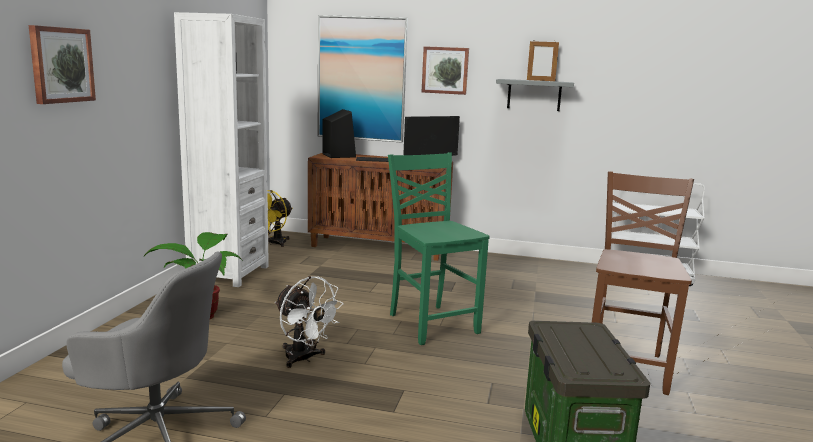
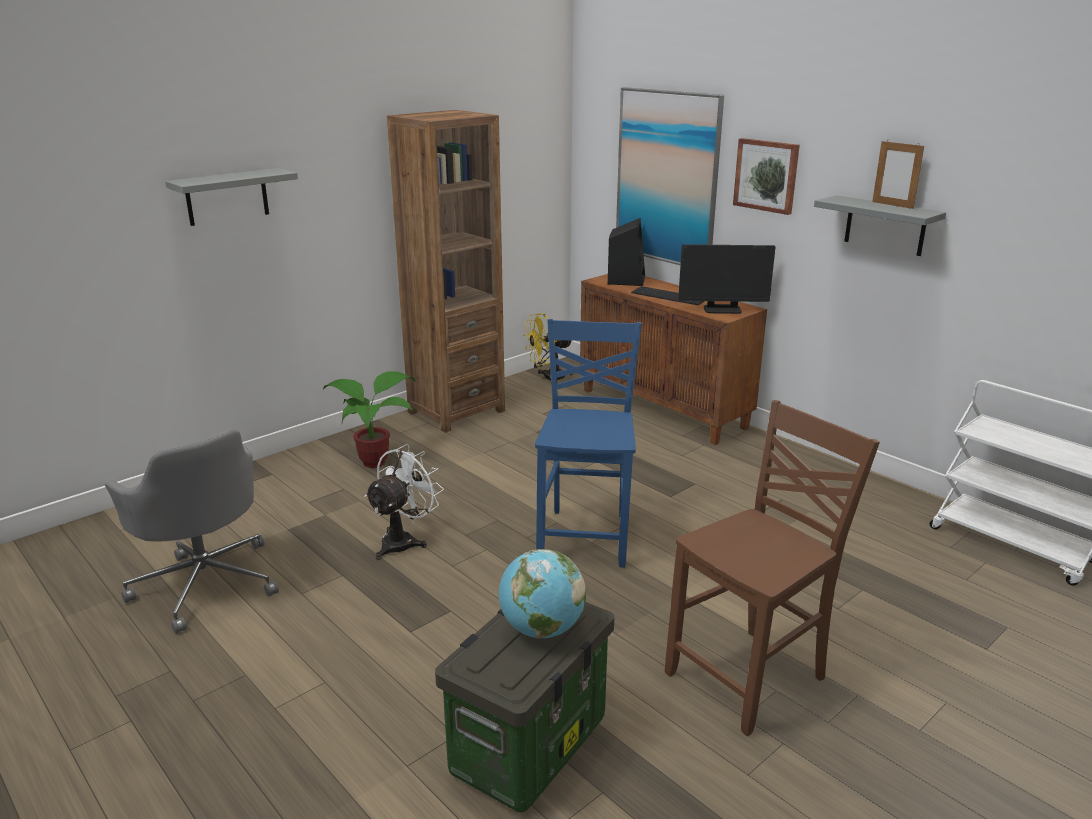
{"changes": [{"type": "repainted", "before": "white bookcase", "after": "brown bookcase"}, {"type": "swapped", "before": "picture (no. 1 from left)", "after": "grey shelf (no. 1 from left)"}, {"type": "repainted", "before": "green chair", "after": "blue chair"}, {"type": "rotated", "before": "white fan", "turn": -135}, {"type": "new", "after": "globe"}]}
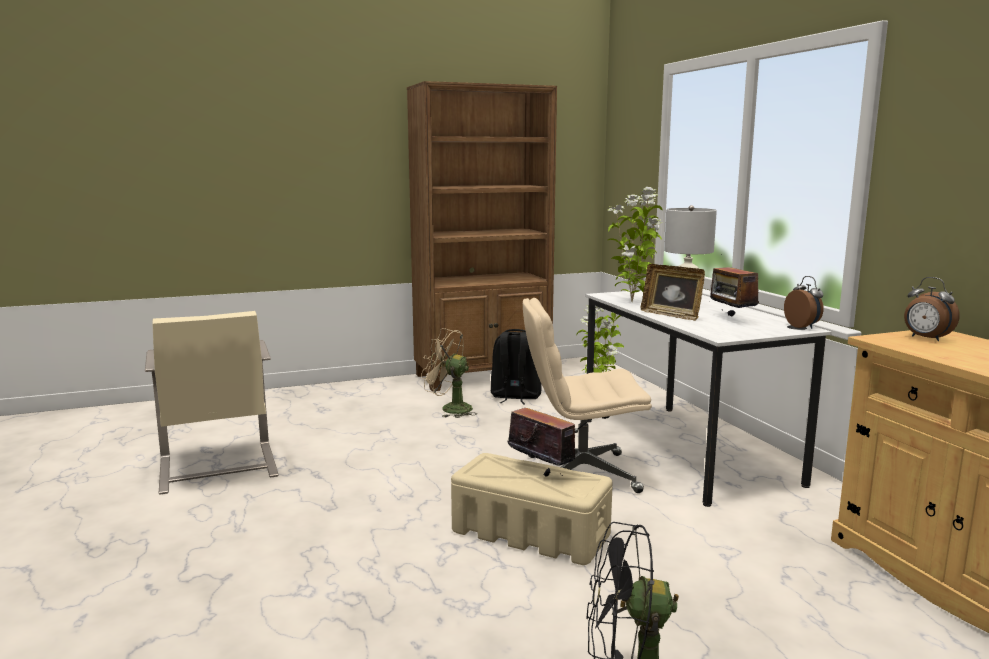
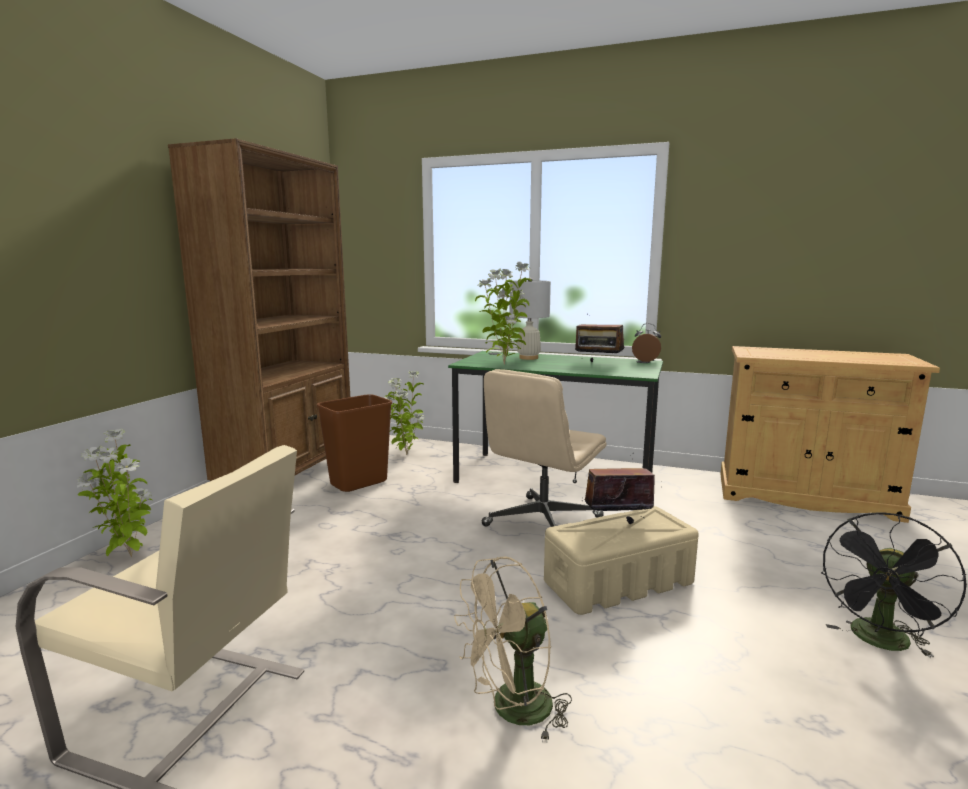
{"changes": [{"type": "gone", "before": "picture frame"}, {"type": "gone", "before": "alarm clock (no. 2 from left)"}, {"type": "repainted", "before": "white desk", "after": "green desk"}, {"type": "shifted", "before": "beige fan"}, {"type": "swapped", "before": "black backpack", "after": "brown trash can"}, {"type": "new", "after": "potted plant (no. 1 from left)"}]}
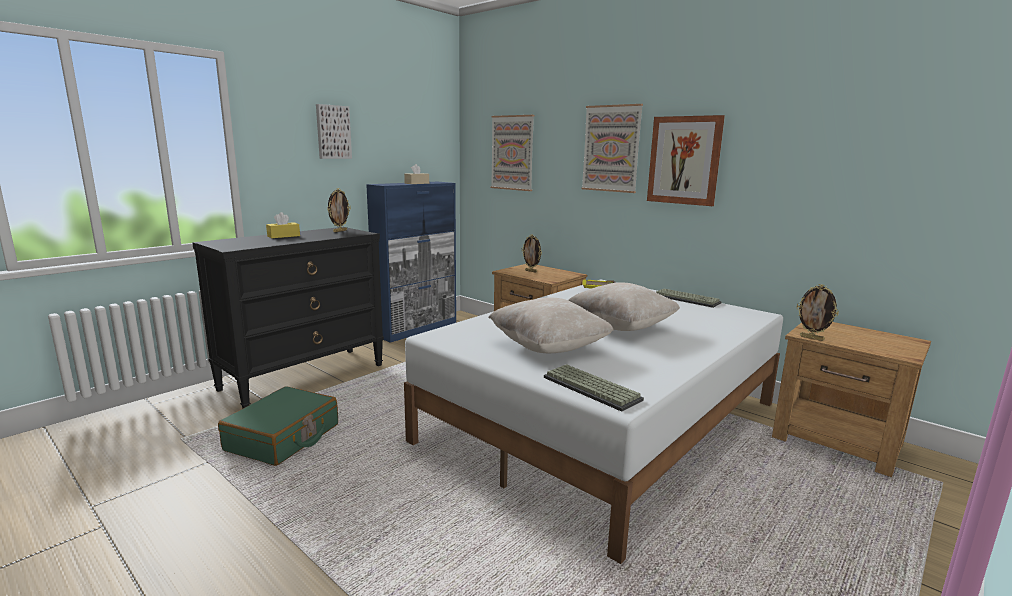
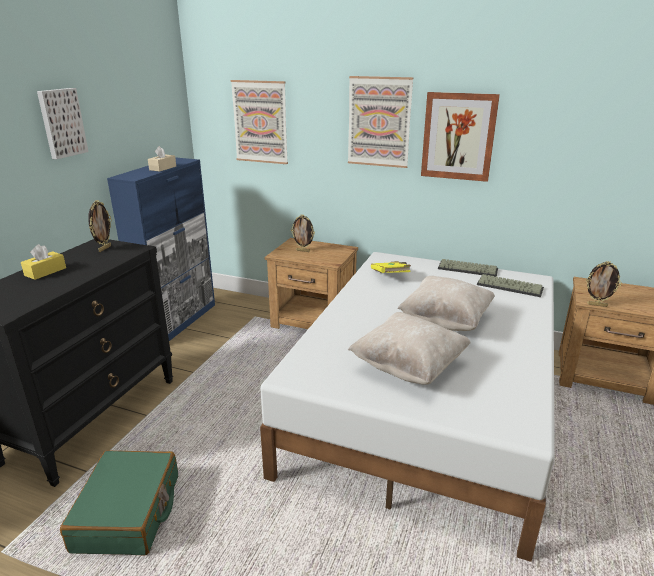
{"changes": [{"type": "shifted", "before": "keyboard (no. 1 from left in the first image)", "after": "keyboard (no. 2 from left)"}]}
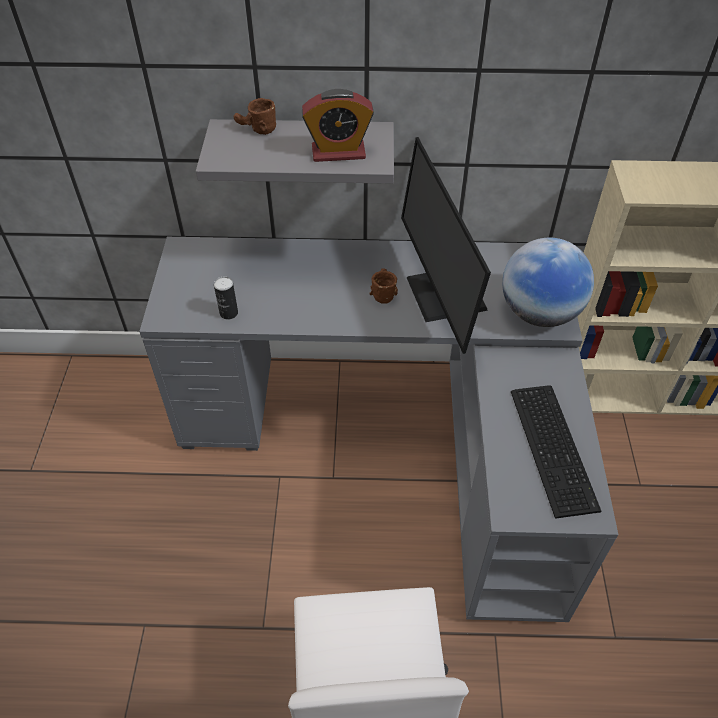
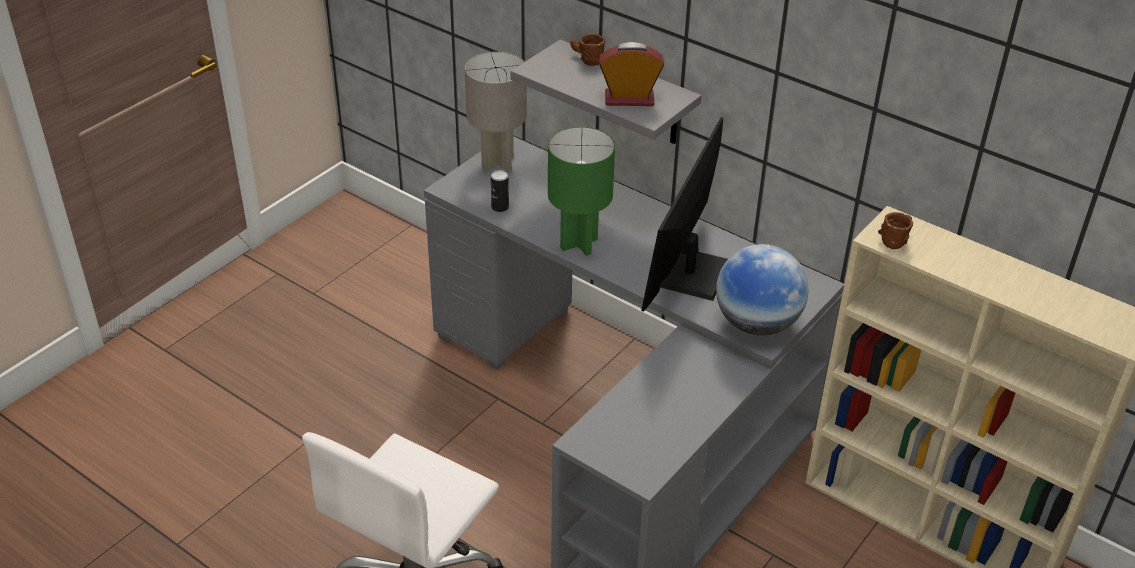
{"changes": [{"type": "rotated", "before": "alarm clock", "turn": 150}, {"type": "shifted", "before": "brown mug (no. 2 from left)"}, {"type": "gone", "before": "keyboard"}, {"type": "new", "after": "grey table lamp"}, {"type": "new", "after": "green table lamp"}]}
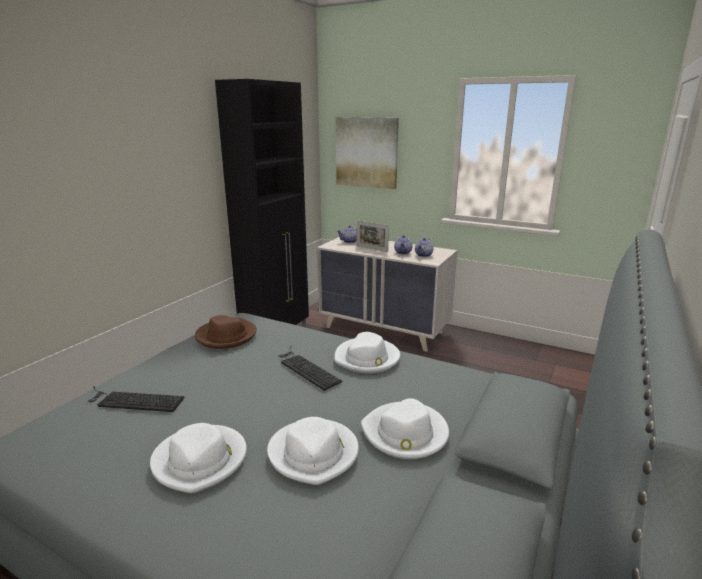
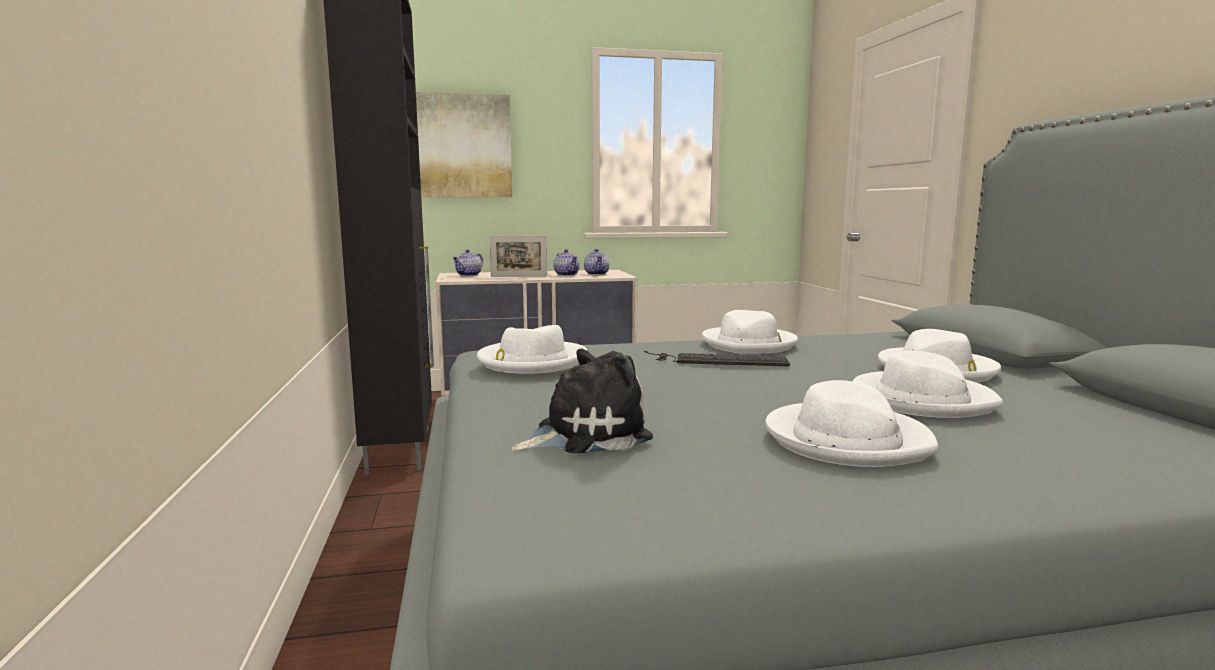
{"changes": [{"type": "repainted", "before": "brown hat", "after": "white hat (no. 1 from left)"}, {"type": "swapped", "before": "keyboard (no. 1 from left)", "after": "plush toy"}]}
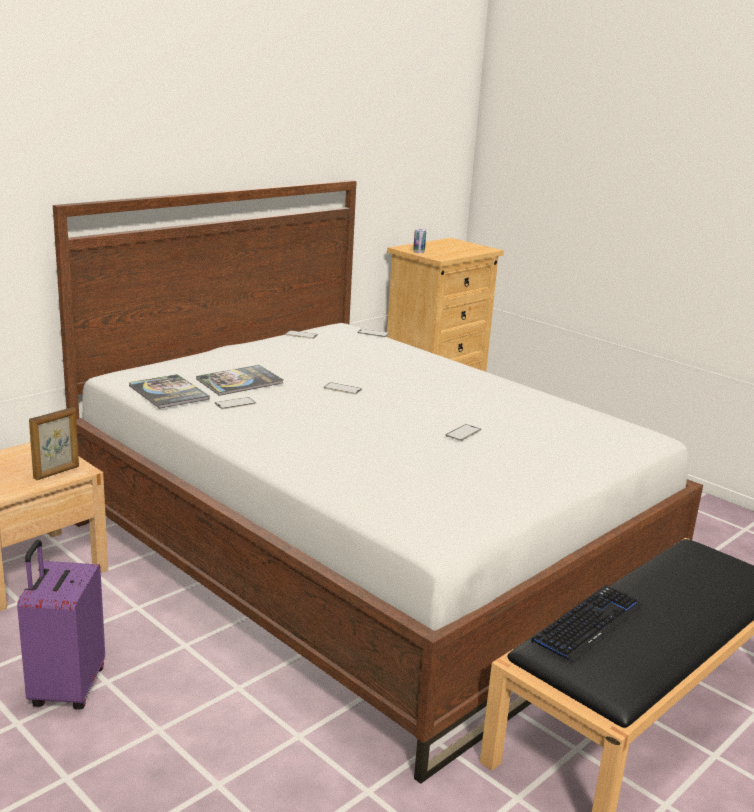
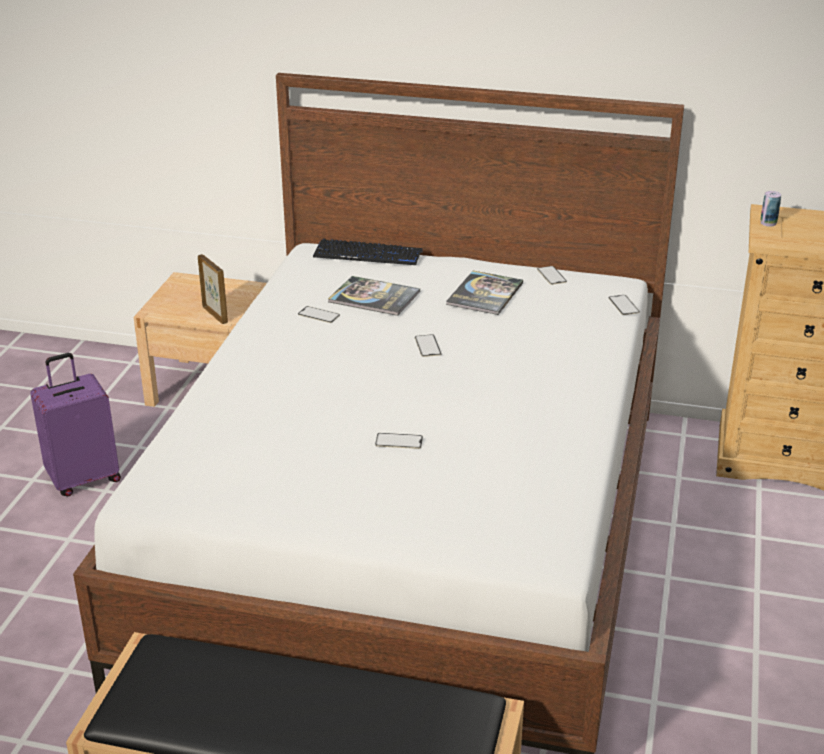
{"changes": [{"type": "shifted", "before": "book (no. 1 from left in the first image)", "after": "book (no. 2 from left)"}, {"type": "rotated", "before": "picture frame", "turn": -135}, {"type": "shifted", "before": "keyboard"}]}
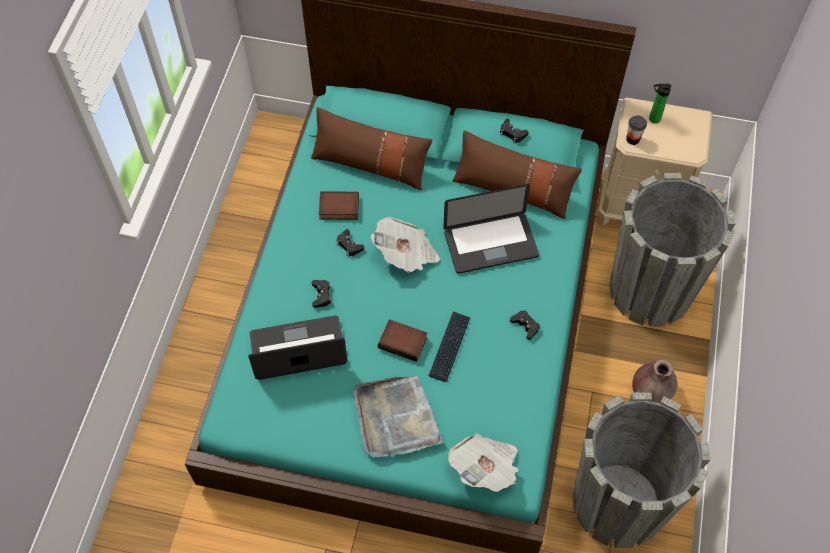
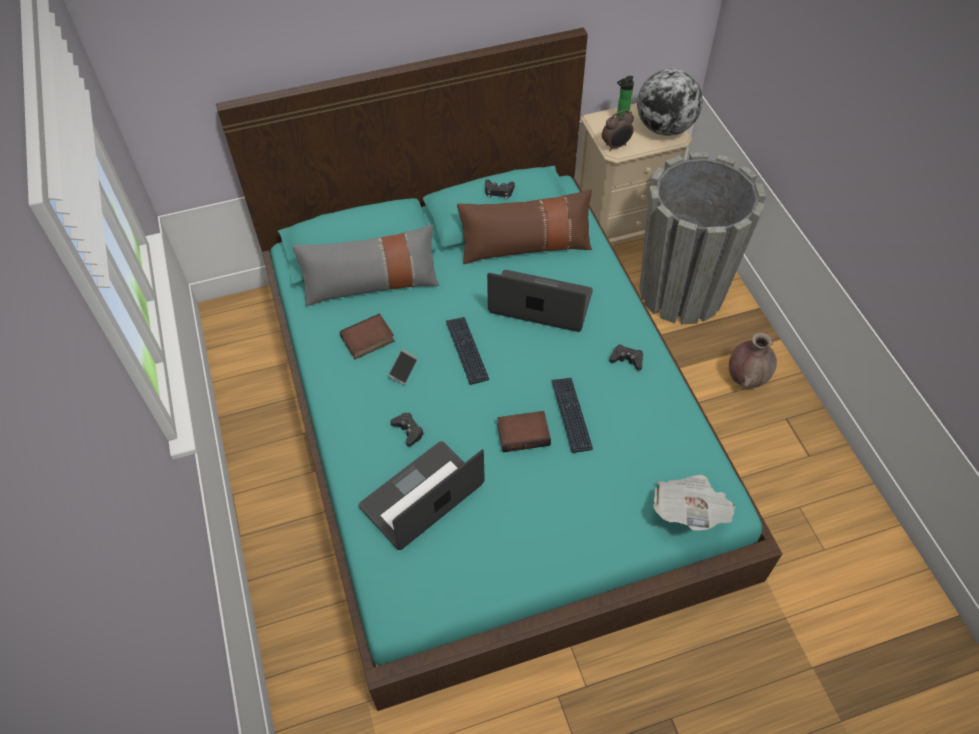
{"changes": [{"type": "repainted", "before": "brown pillow (no. 1 from left)", "after": "grey pillow"}, {"type": "swapped", "before": "cup", "after": "alarm clock"}, {"type": "rotated", "before": "laptop (no. 2 from left)", "turn": -120}, {"type": "swapped", "before": "newspaper (no. 1 from left)", "after": "keyboard (no. 1 from left)"}, {"type": "swapped", "before": "black game controller (no. 2 from left)", "after": "phone"}, {"type": "gone", "before": "grey tray"}, {"type": "gone", "before": "grey planter (no. 1 from left)"}, {"type": "new", "after": "globe"}]}
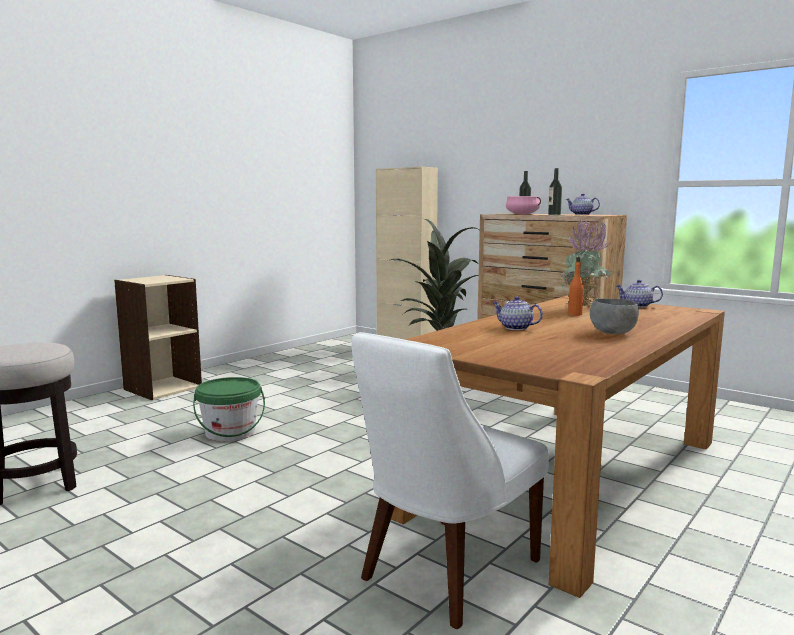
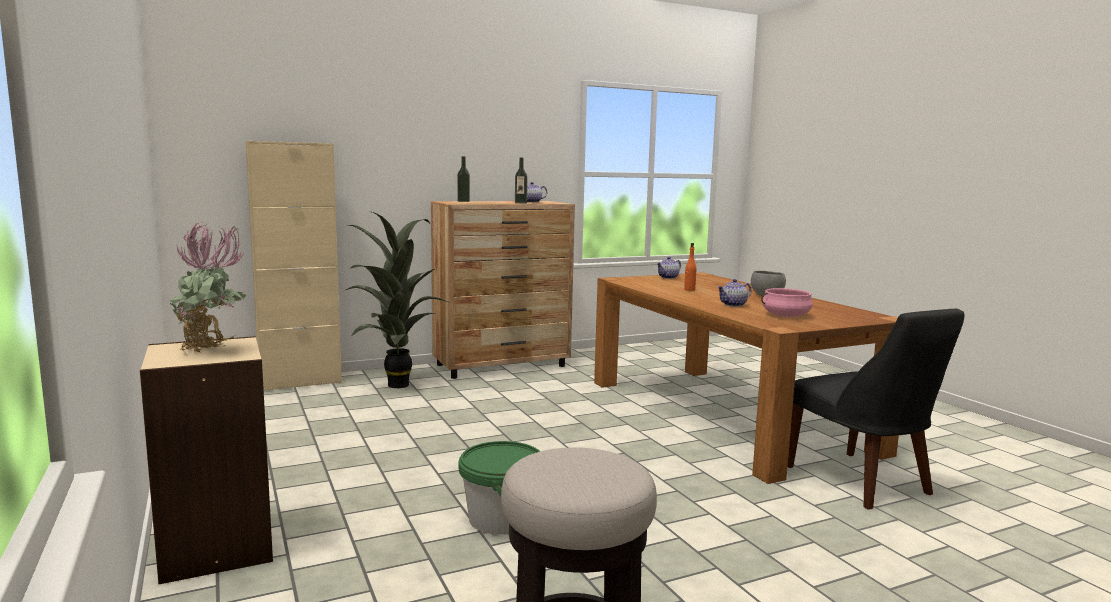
{"changes": [{"type": "shifted", "before": "pink cooking pot"}, {"type": "shifted", "before": "potted plant (no. 2 from left in the first image)", "after": "potted plant (no. 1 from left)"}, {"type": "repainted", "before": "white chair", "after": "black chair"}]}
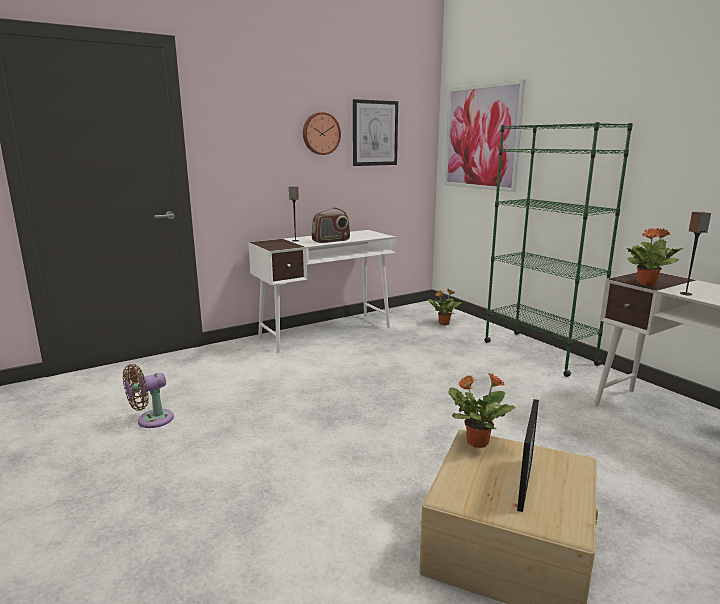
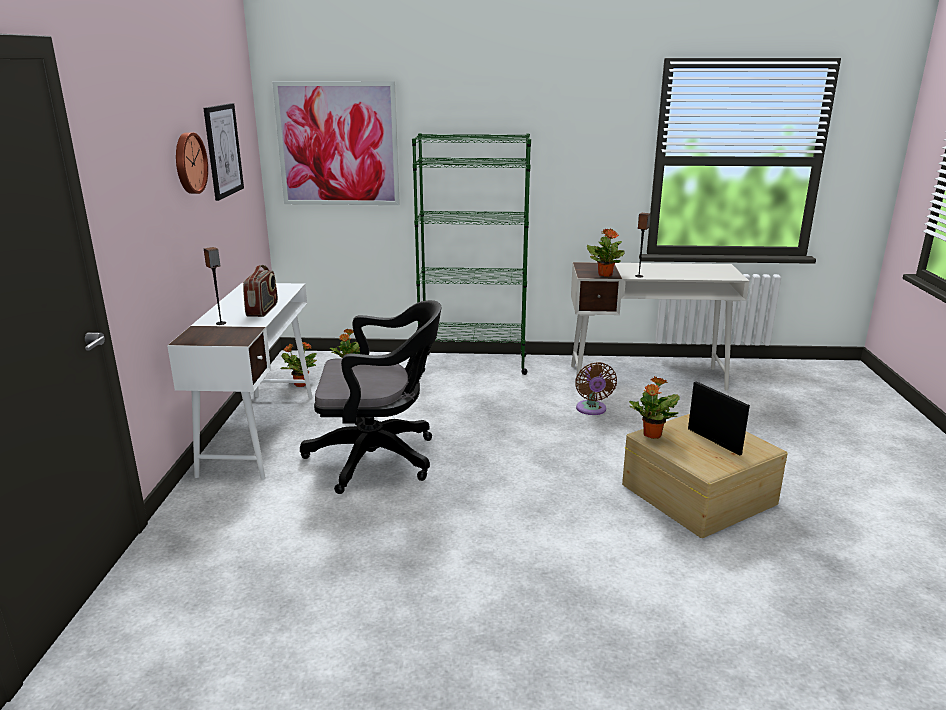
{"changes": [{"type": "shifted", "before": "brown fan"}, {"type": "new", "after": "black office chair"}, {"type": "new", "after": "potted plant (no. 1 from left)"}]}
